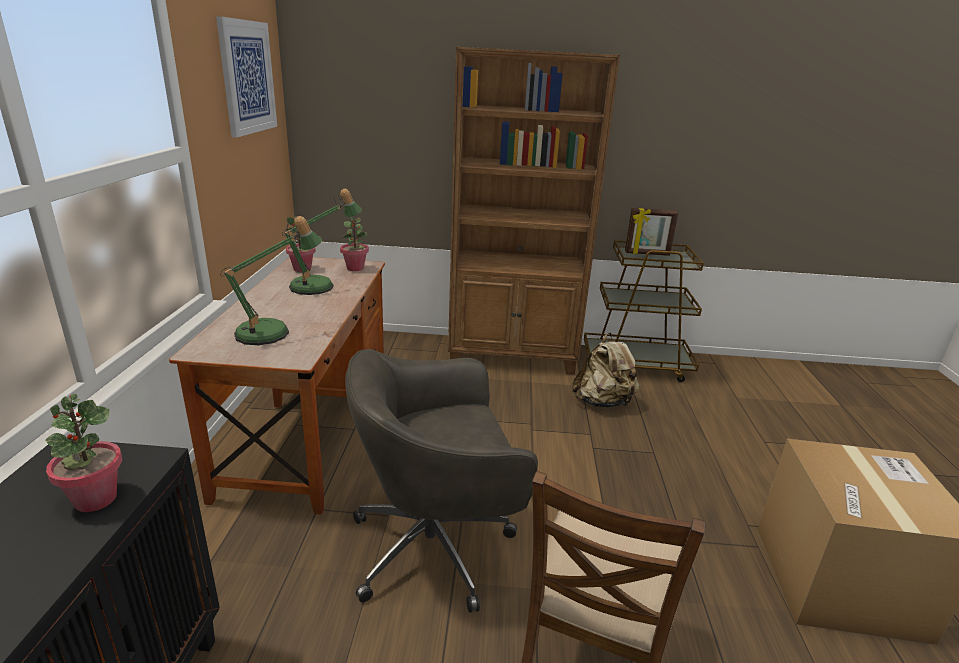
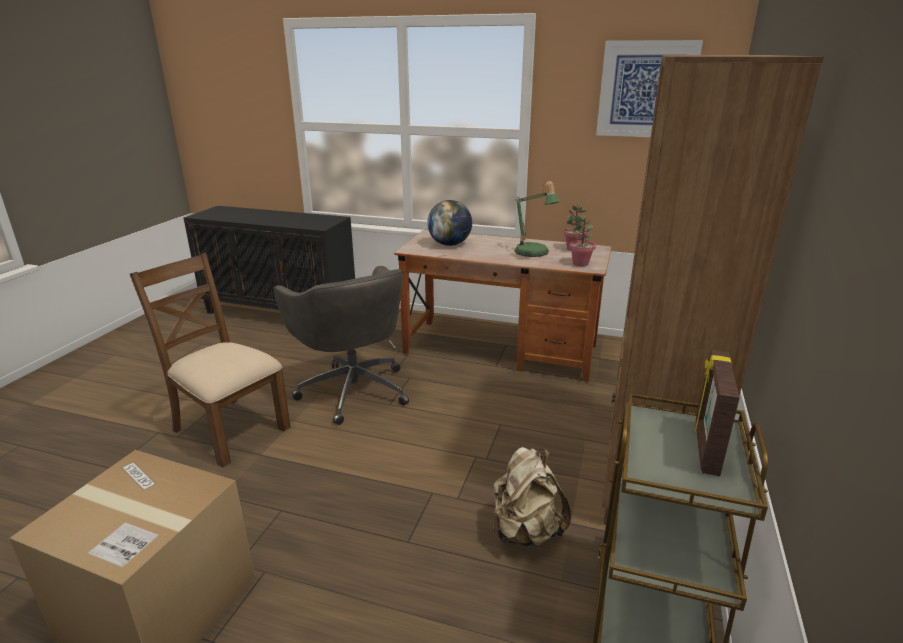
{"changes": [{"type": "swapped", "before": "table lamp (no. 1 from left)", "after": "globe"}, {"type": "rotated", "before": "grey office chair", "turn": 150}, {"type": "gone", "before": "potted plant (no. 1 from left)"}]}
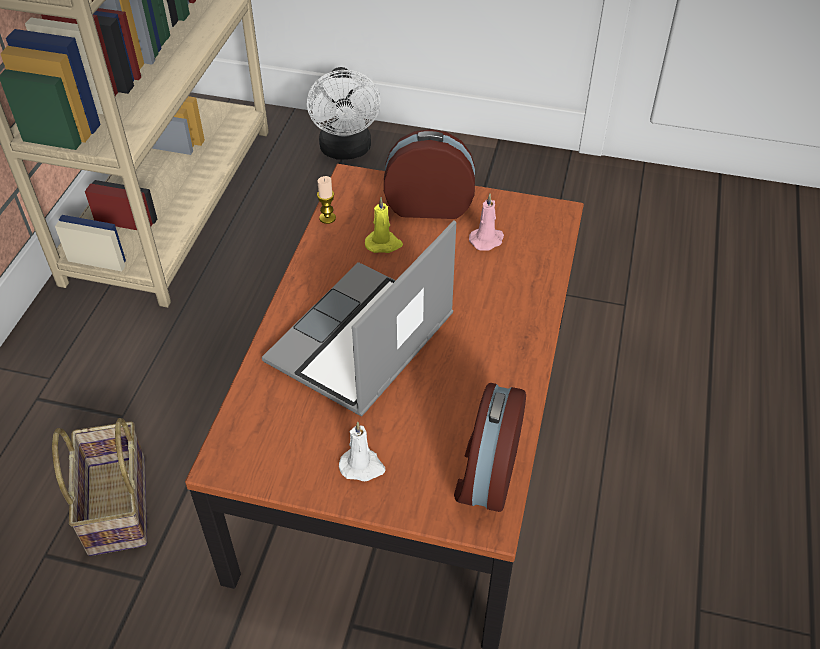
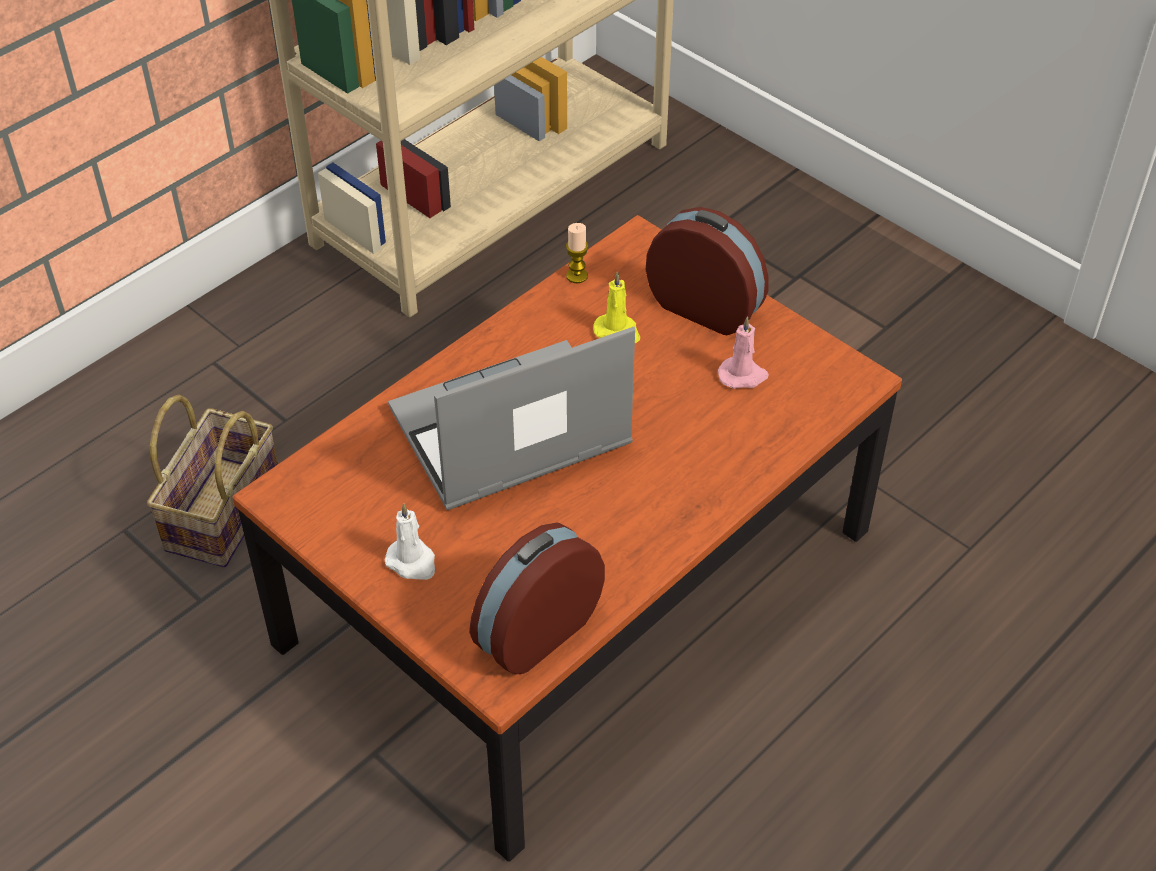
{"changes": [{"type": "gone", "before": "white fan"}]}
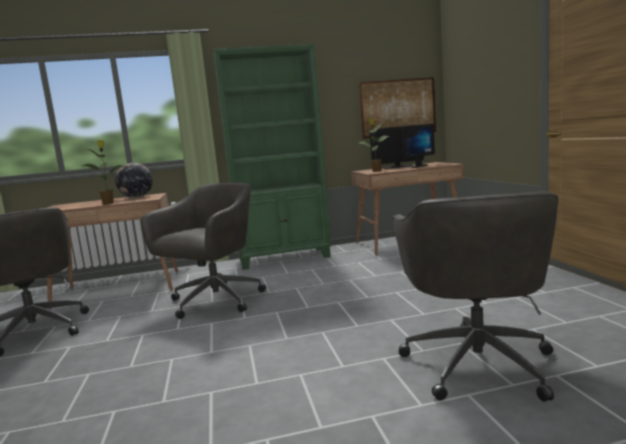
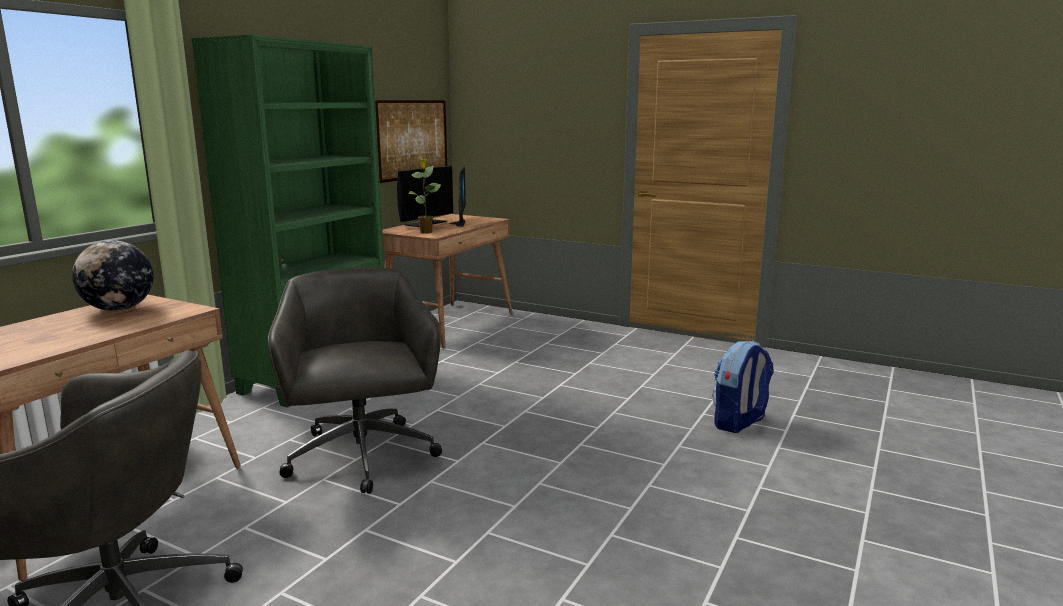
{"changes": [{"type": "gone", "before": "potted plant (no. 1 from left)"}, {"type": "swapped", "before": "grey office chair (no. 3 from left)", "after": "backpack"}]}
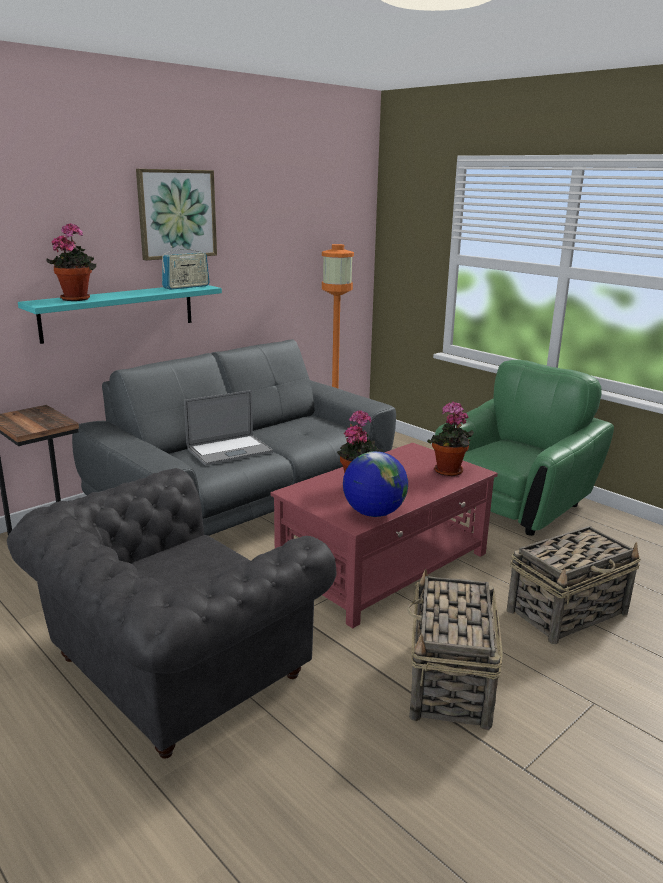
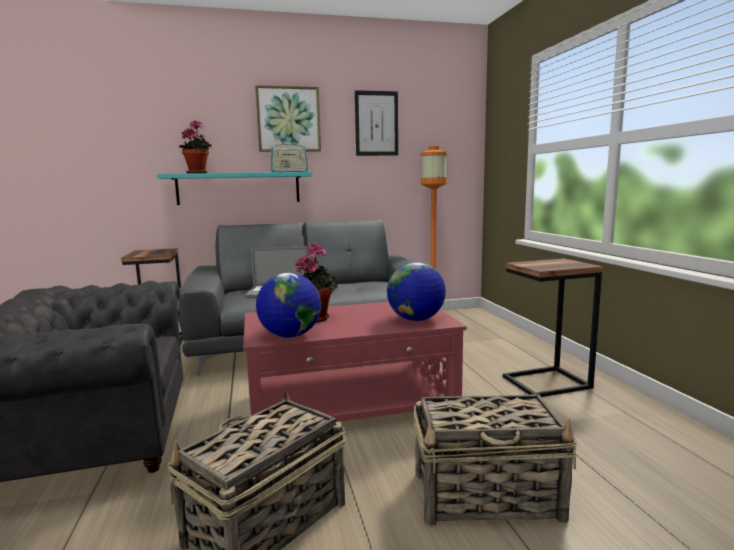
{"changes": [{"type": "swapped", "before": "green armchair", "after": "side table (no. 2 from left)"}, {"type": "swapped", "before": "potted plant (no. 3 from left)", "after": "globe (no. 2 from left)"}, {"type": "new", "after": "picture (no. 2 from left)"}]}
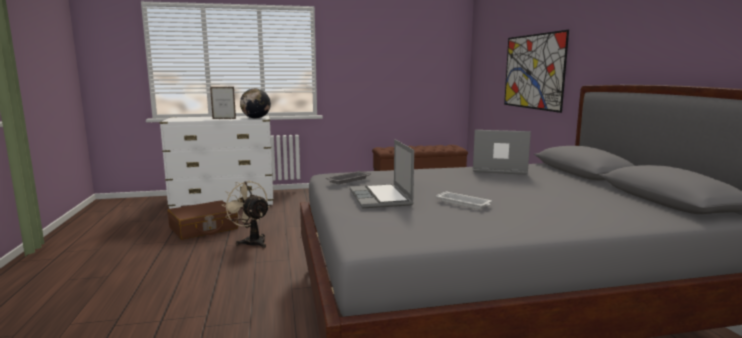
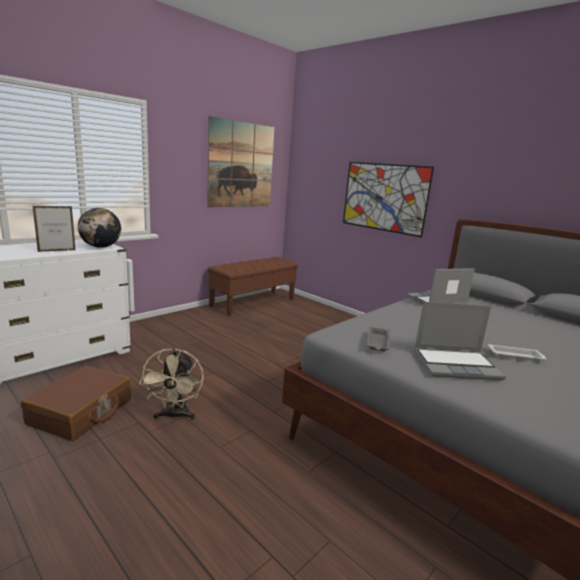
{"changes": [{"type": "rotated", "before": "laptop (no. 1 from left in the first image)", "turn": -45}, {"type": "rotated", "before": "beige fan", "turn": -105}, {"type": "new", "after": "picture (no. 1 from left)"}]}
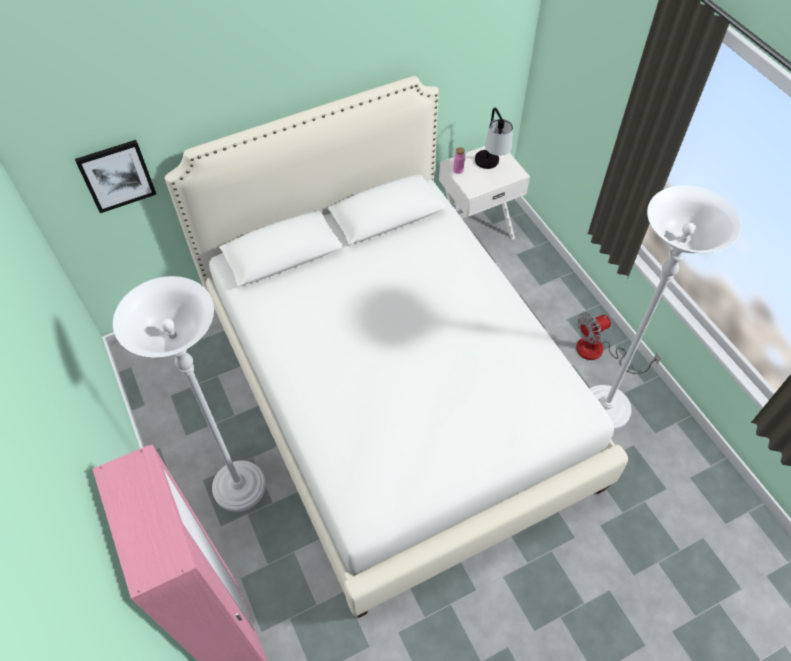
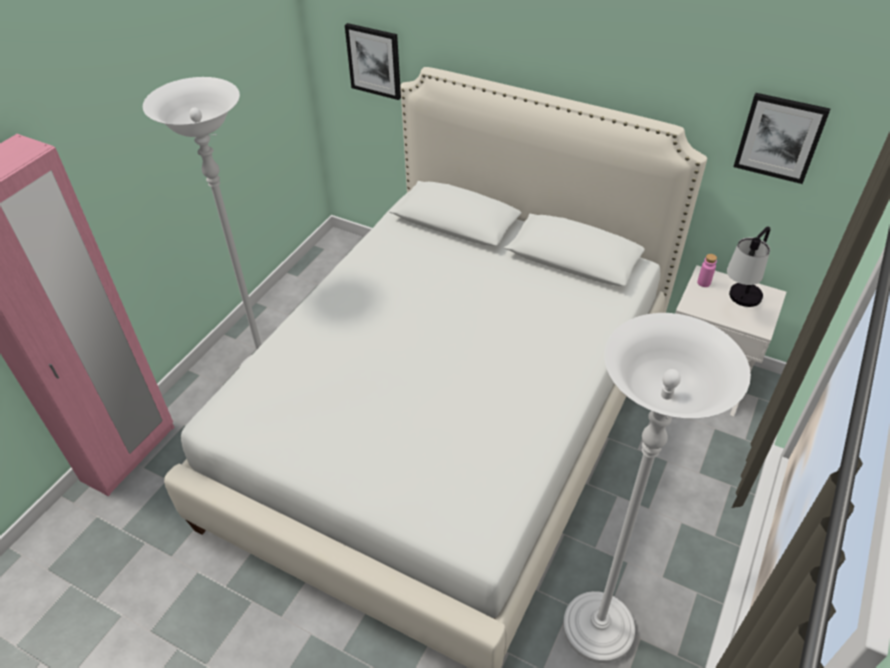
{"changes": [{"type": "gone", "before": "fan"}, {"type": "new", "after": "picture (no. 2 from left)"}]}
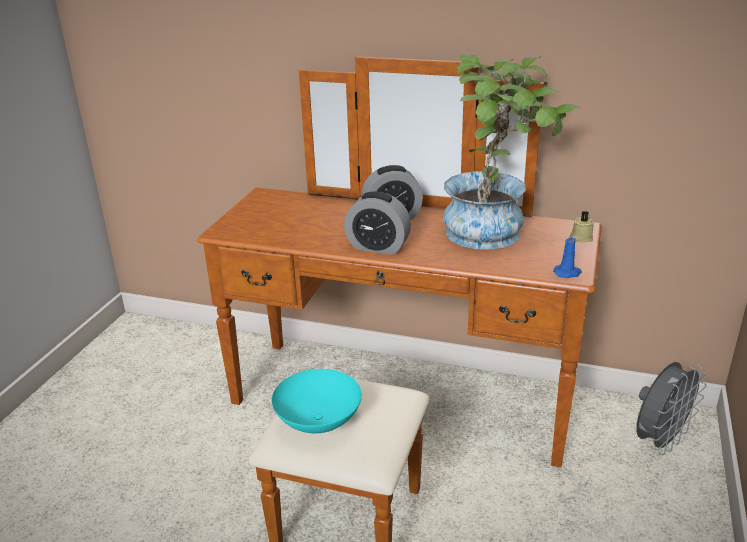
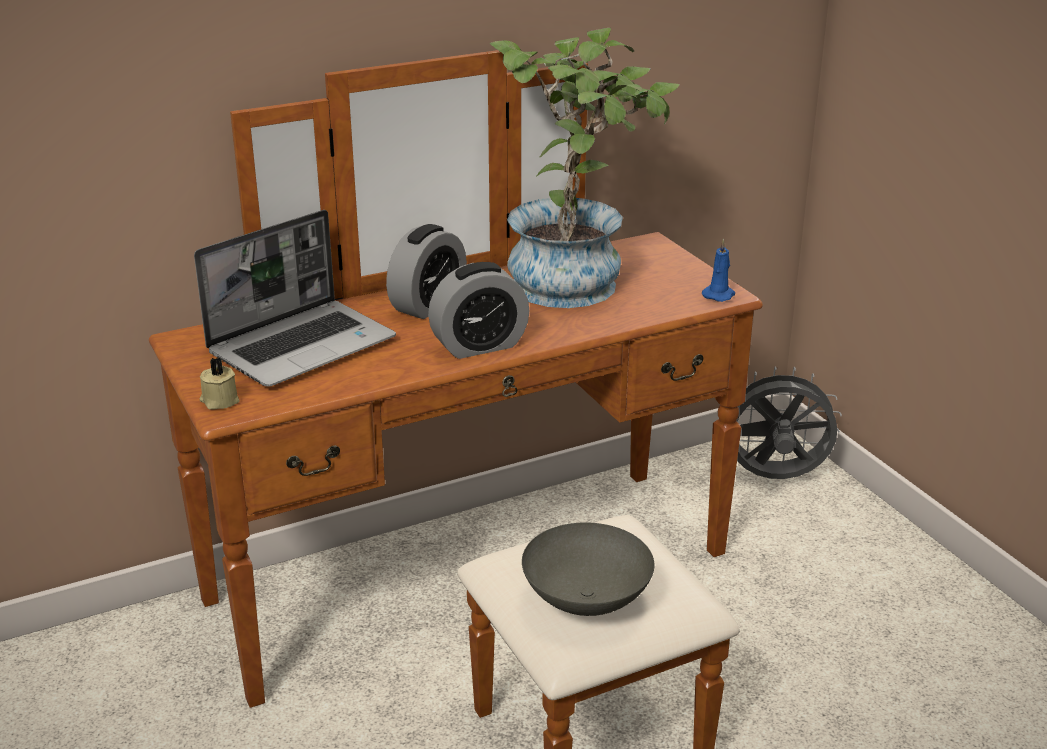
{"changes": [{"type": "shifted", "before": "beige candle"}, {"type": "rotated", "before": "grey fan", "turn": -90}, {"type": "repainted", "before": "turquoise bowl", "after": "grey bowl"}, {"type": "new", "after": "laptop"}]}
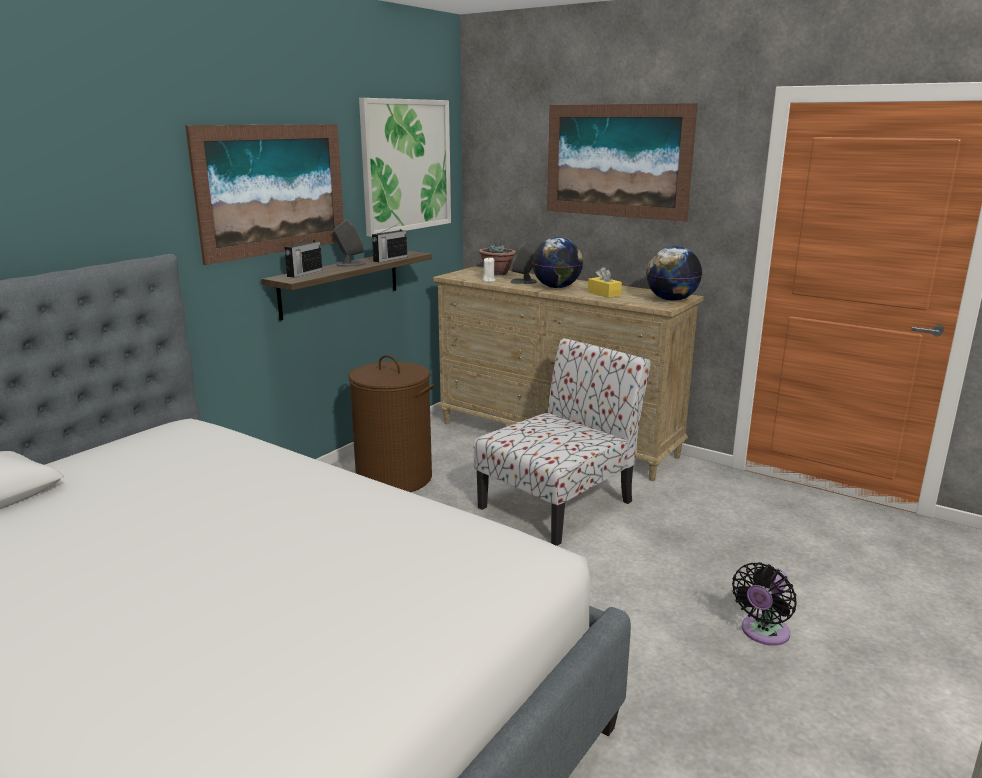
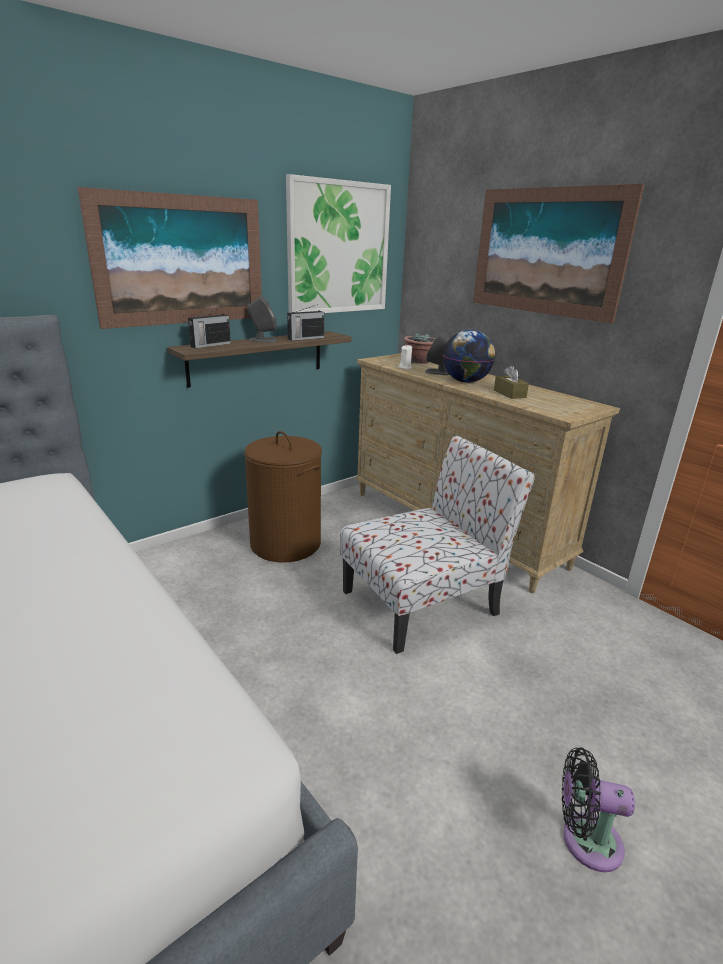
{"changes": [{"type": "gone", "before": "globe (no. 2 from left)"}, {"type": "repainted", "before": "yellow tissue box", "after": "brown tissue box"}, {"type": "rotated", "before": "black fan", "turn": 45}]}
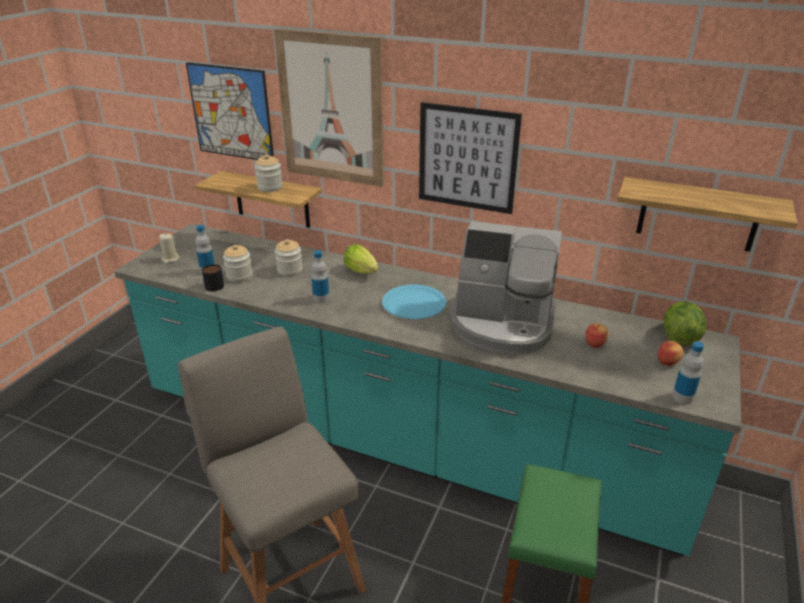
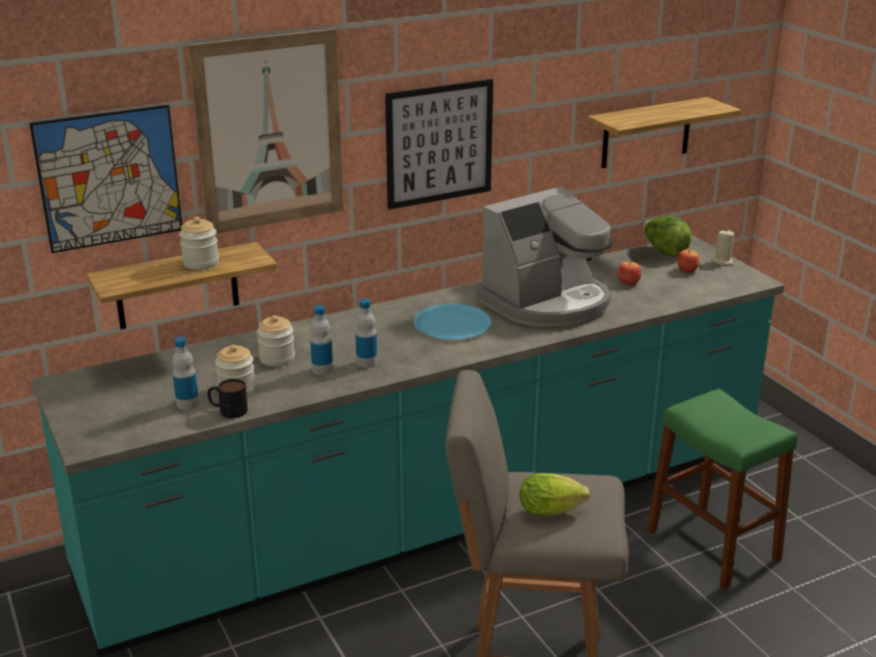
{"changes": [{"type": "shifted", "before": "beige candle"}, {"type": "shifted", "before": "lettuce (no. 1 from left)"}, {"type": "shifted", "before": "bottle (no. 3 from left in the first image)", "after": "bottle (no. 2 from left)"}]}
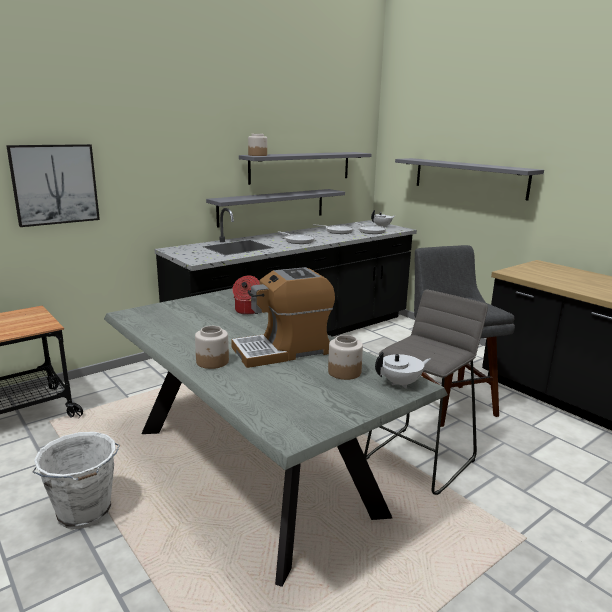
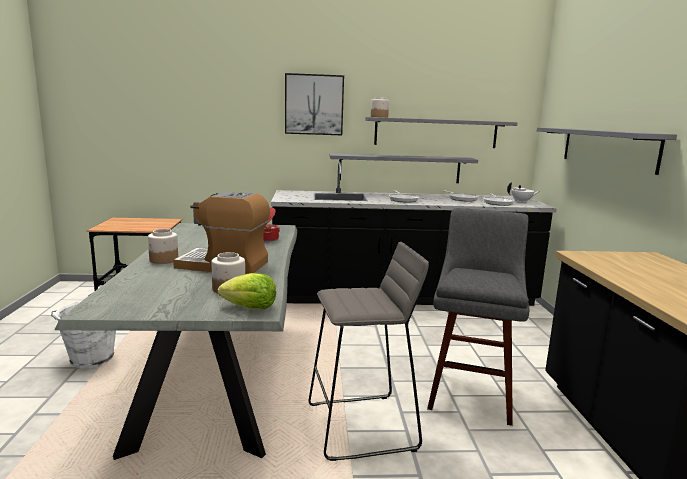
{"changes": [{"type": "shifted", "before": "picture"}, {"type": "swapped", "before": "white teapot (no. 2 from left)", "after": "lettuce"}]}
